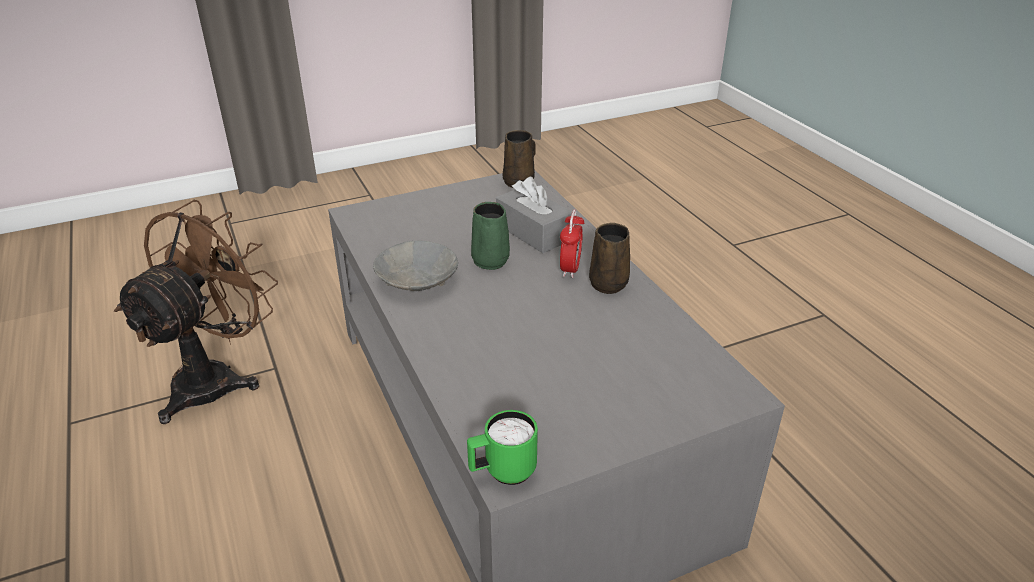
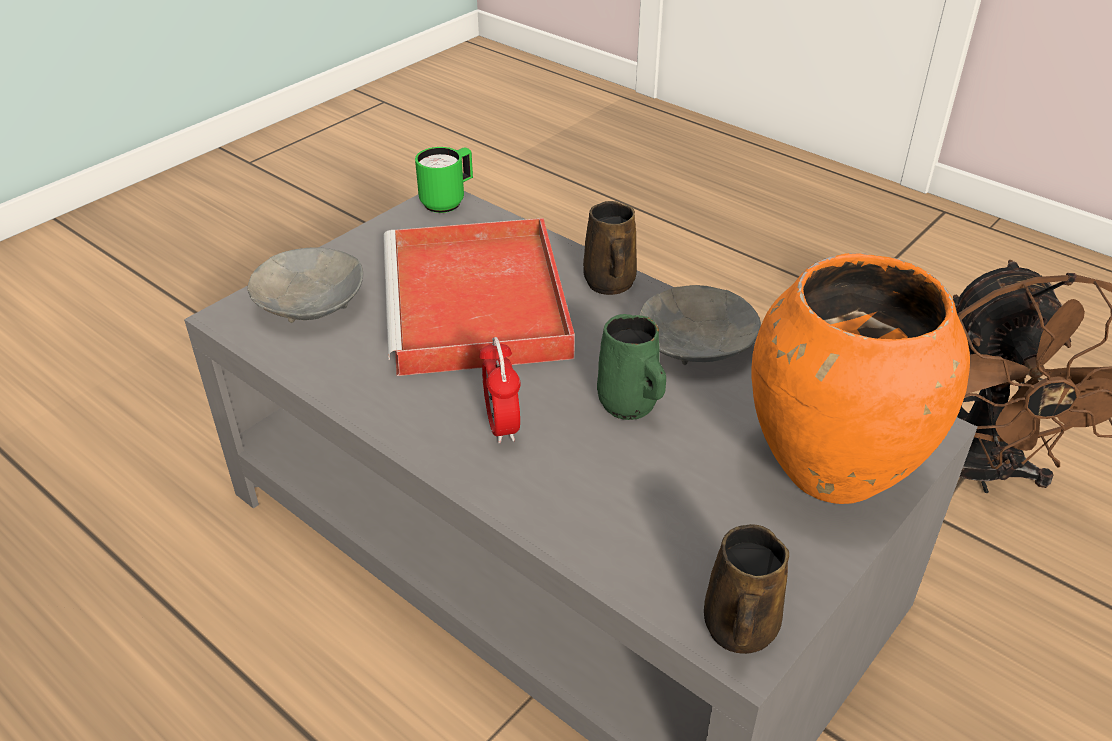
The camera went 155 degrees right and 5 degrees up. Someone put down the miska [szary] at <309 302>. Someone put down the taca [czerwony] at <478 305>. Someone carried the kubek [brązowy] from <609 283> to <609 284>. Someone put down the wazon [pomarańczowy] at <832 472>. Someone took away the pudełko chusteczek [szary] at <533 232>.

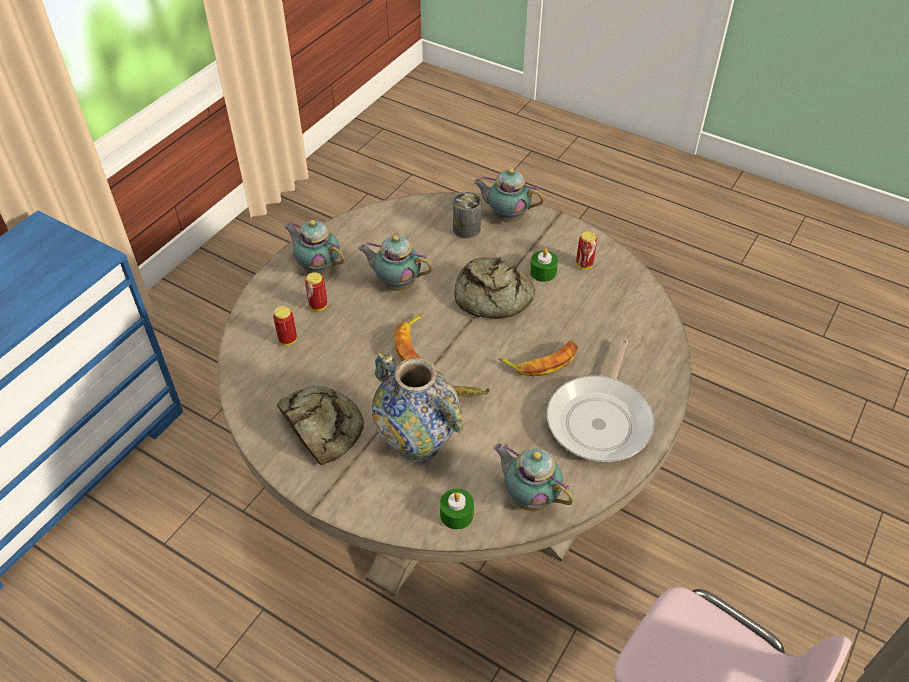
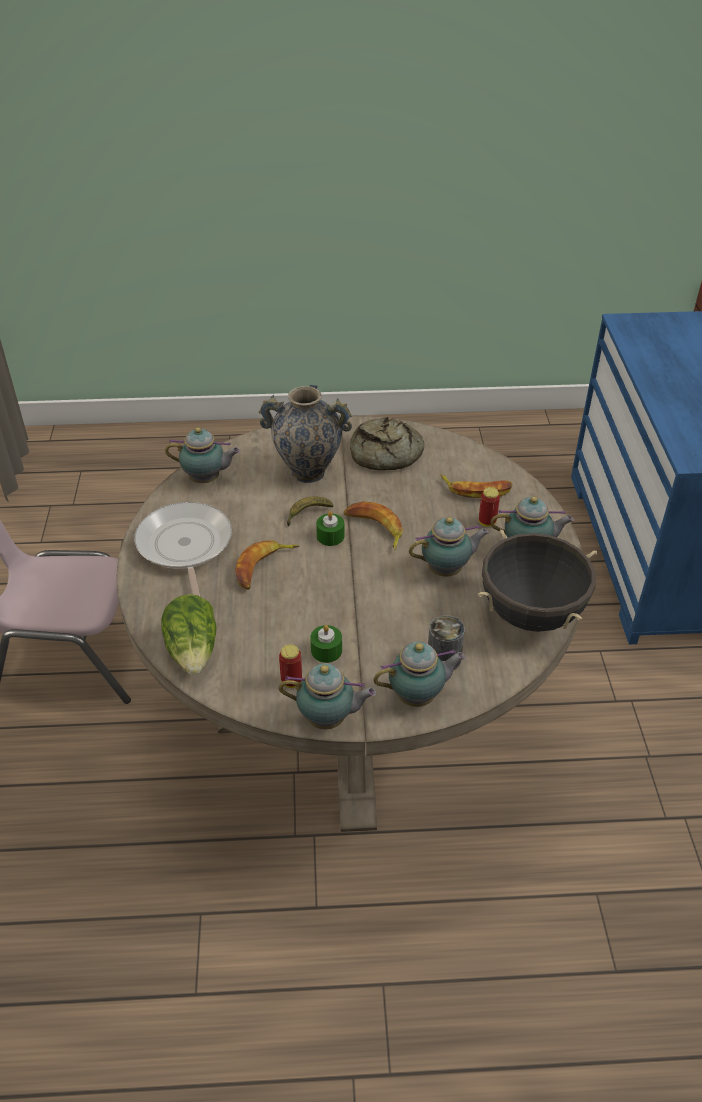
The camera went 145 degrees right and 5 degrees down. Someone put down the sałata at <193 650>. Someone put down the imbryk at <329 720>. Someone carried the świeca [zielony] from <456 514> to <330 536>. Someone swapped the puszka at <288 340> for the banan at <476 489>. Someone put down the garnek [czarny] at <531 613>. Someone took away the chleb at <491 297>.

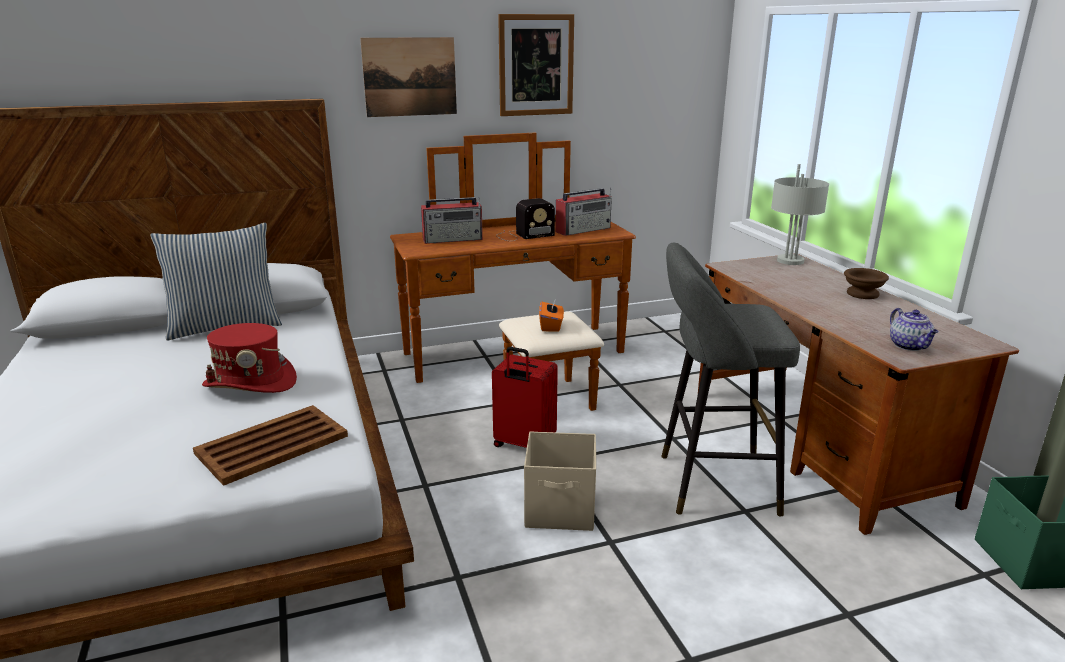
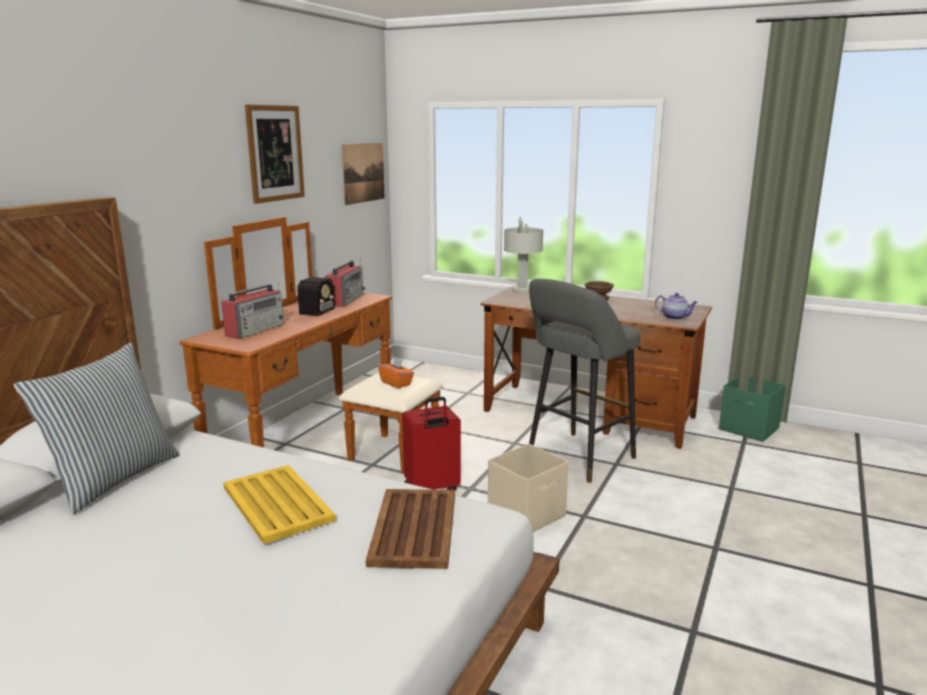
The camera went 45 degrees left and 5 degrees down. Someone swapped the kapelusz [czerwony] at <250 383> for the taca [żółty] at <277 503>. Someone carried the obraz from <410 77> to <363 173>.

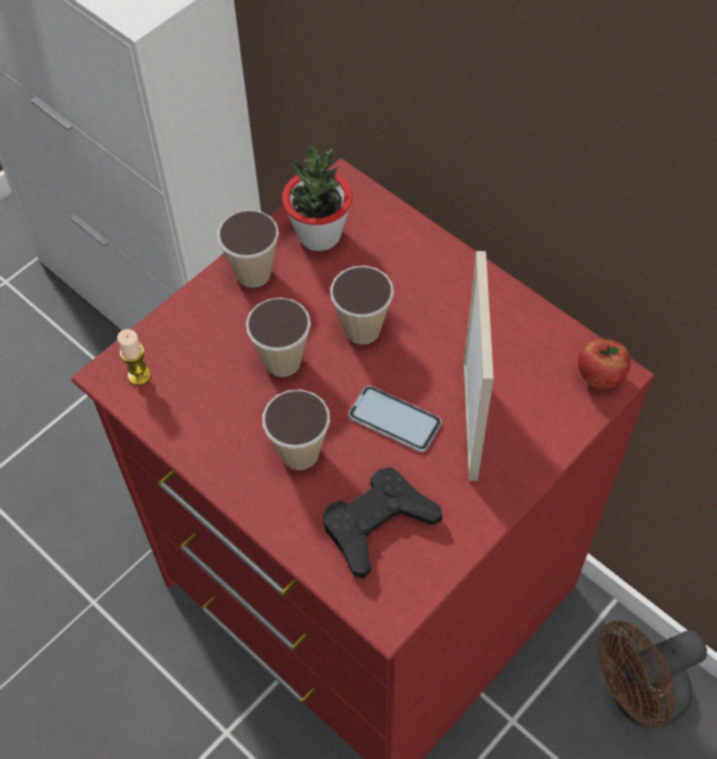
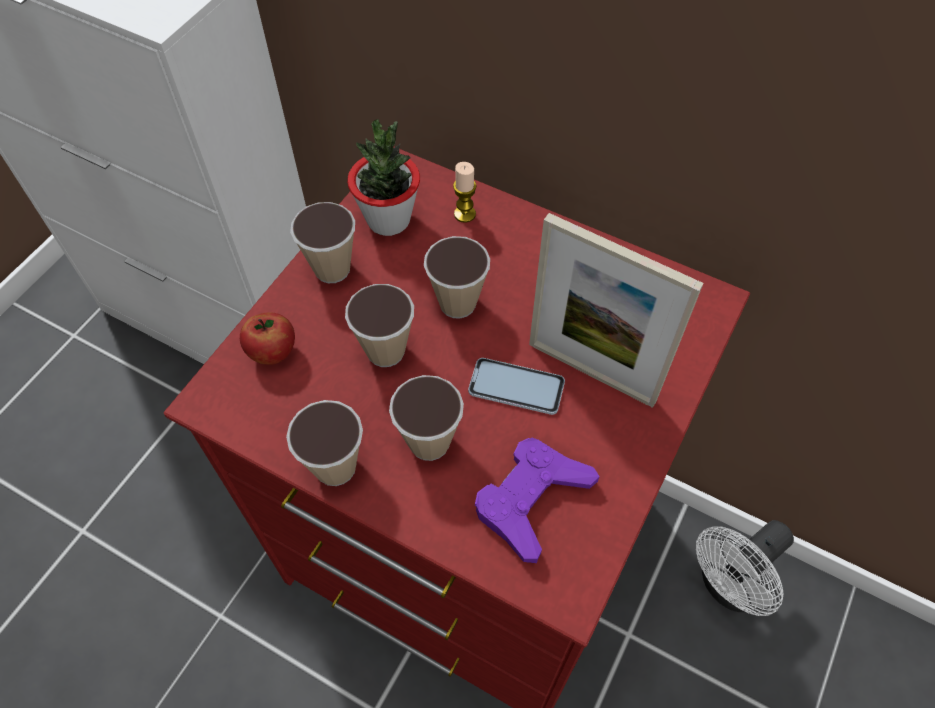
The camera went 15 degrees left and 0 degrees up. Someone carried the jabłko from <599 377> to <273 352>. Someone put down the filiżanka at <335 467>. Someone carried the świeca from <139 375> to <464 214>. Someone repainted the pad do gier [czarny] at <378 524>, which became the pad do gier [fioletowy] at <531 500>. Someone rotated the ramka na zdjęcie at <470 420> by 135 degrees clockwise. Someone repainted the wentylator [brązowy] at <637 696>, which became the wentylator [biały] at <728 586>.

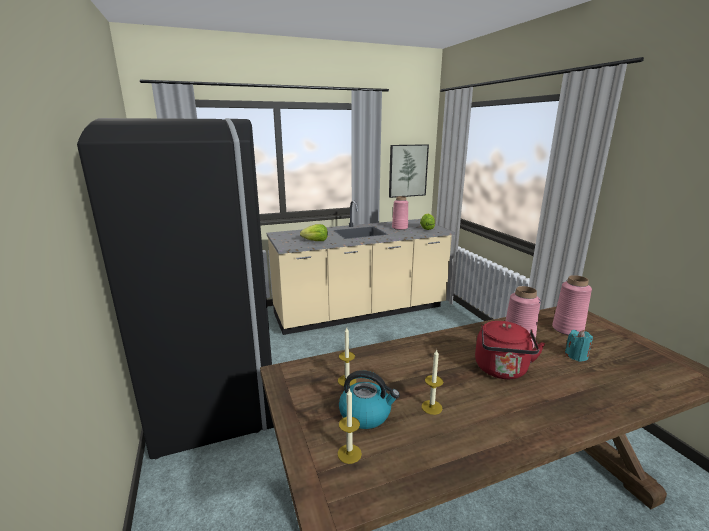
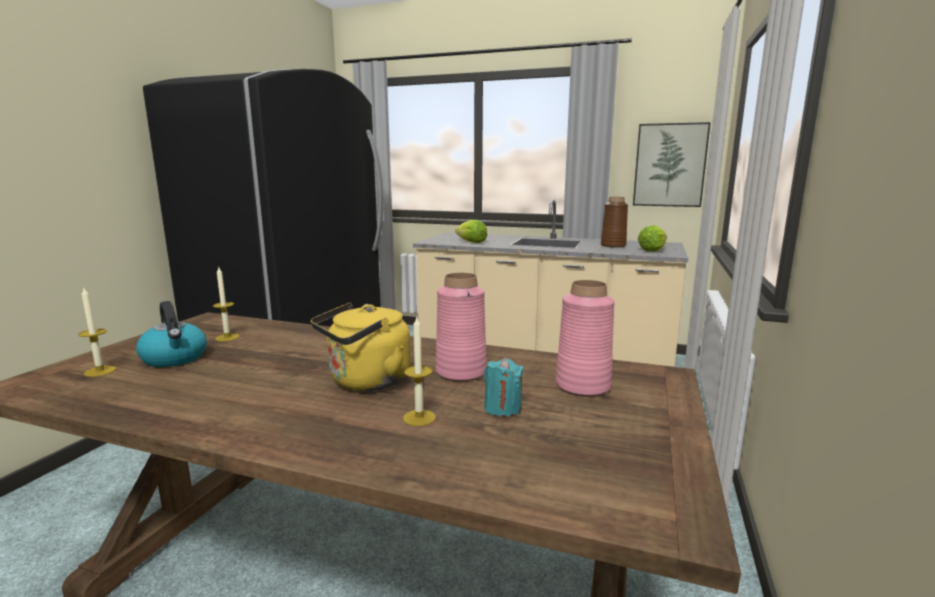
The camera went 40 degrees right and 5 degrees down. Someone repainted the czajnik [czerwony] at <502 370>, which became the czajnik [żółty] at <366 382>. Someone carried the świeca from <431 407> to <419 418>. Someone repainted the wazon [różowy] at <400 228>, which became the wazon [brązowy] at <613 245>.

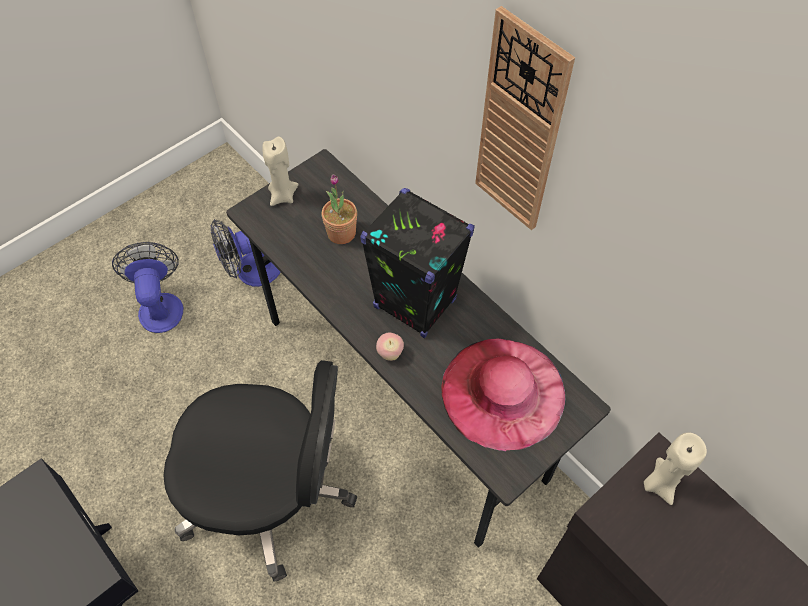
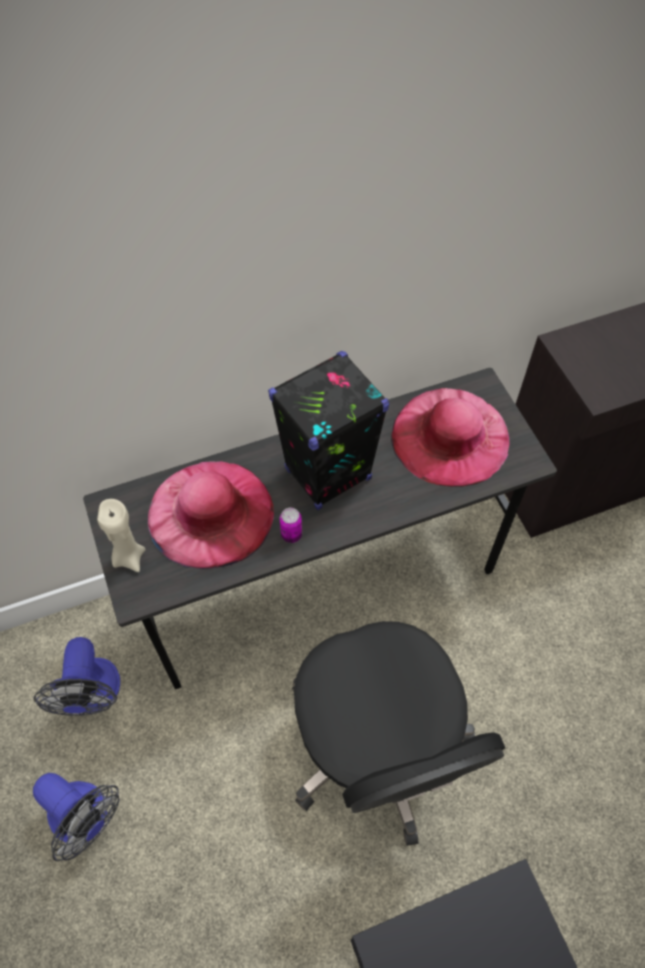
The camera went 70 degrees left and 0 degrees up. Someone rotated the wentylator at <160 305> by 150 degrees counterclockwise. Someone swapped the roślina doniczkowa at <341 233> for the kapelusz [różowy] at <210 513>. Someone put down the puszka at <291 535>. Someone rotated the krzesło biurowe [czarny] at <270 492> by 135 degrees clockwise. Someone took away the jabłko at <390 353>. Someone took away the zegar ścienny at <520 127>. Someone took away the świeca [beżowy] at <660 483>.

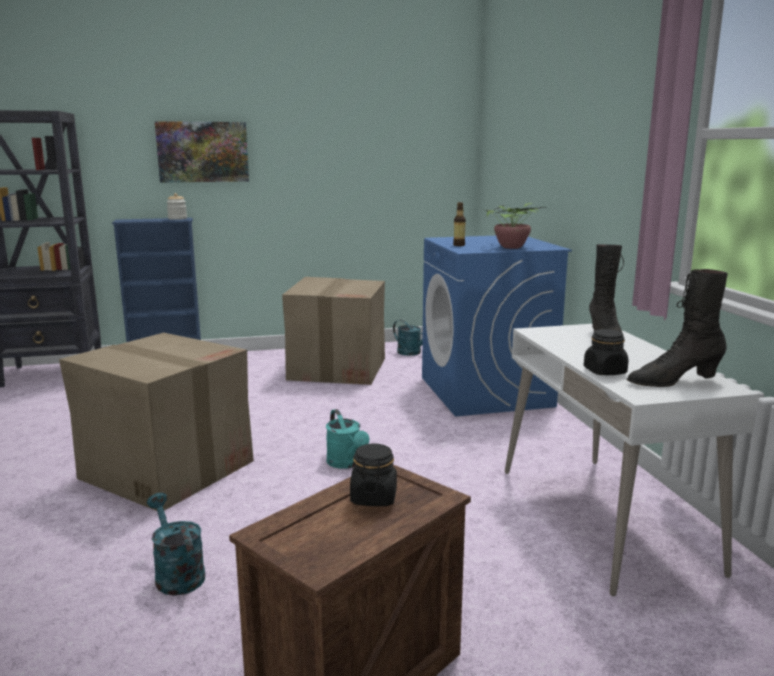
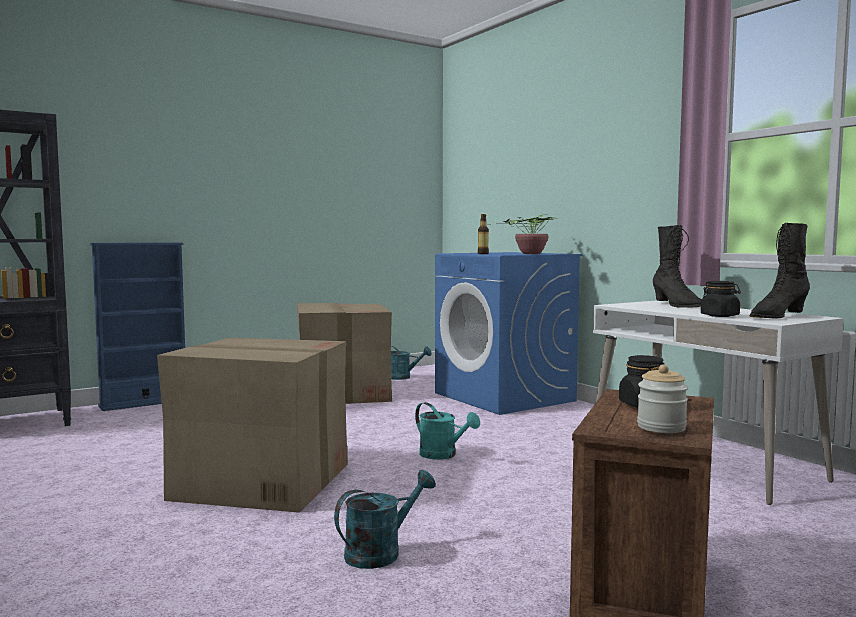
The camera went 20 degrees left and 10 degrees down. Someone rotated the konewka [turkusowy] at <176 574> by 105 degrees clockwise. Someone carried the słoik from <177 218> to <661 427>. Someone took away the obraz at <203 152>.

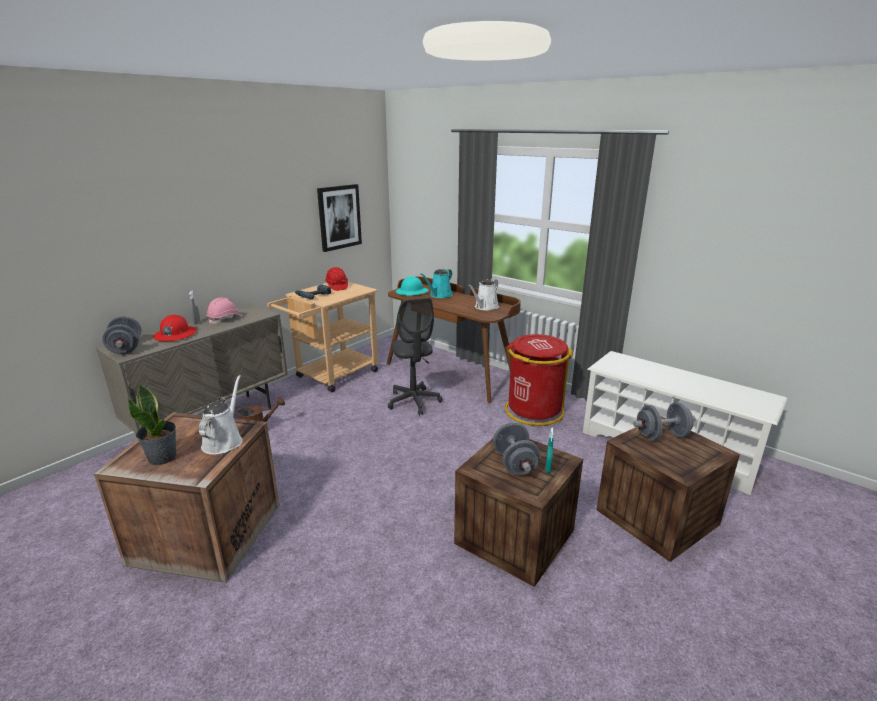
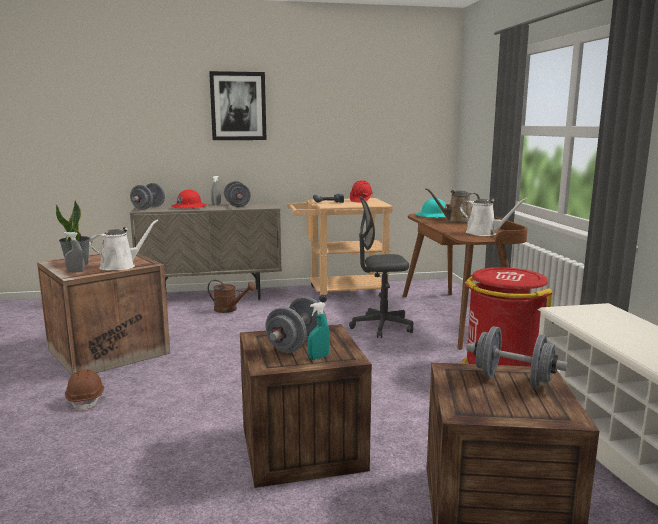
The camera went 40 degrees right and 10 degrees down. Someone put down the spryskiwacz [szary] at <75 272>. Someone put down the kask [brązowy] at <86 399>. Someone carried the obraz from <339 217> to <238 106>. Someone swapped the kask [różowy] at <225 319> for the hantel [szary] at <237 205>. Someone rotated the krzesło biurowe [szary] at <414 401> by 60 degrees clockwise. Someone repainted the konewka [turkusowy] at <439 295>, which became the konewka [brązowy] at <456 221>. Someone rotated the konewka [biały] at <485 307> by 135 degrees counterclockwise.

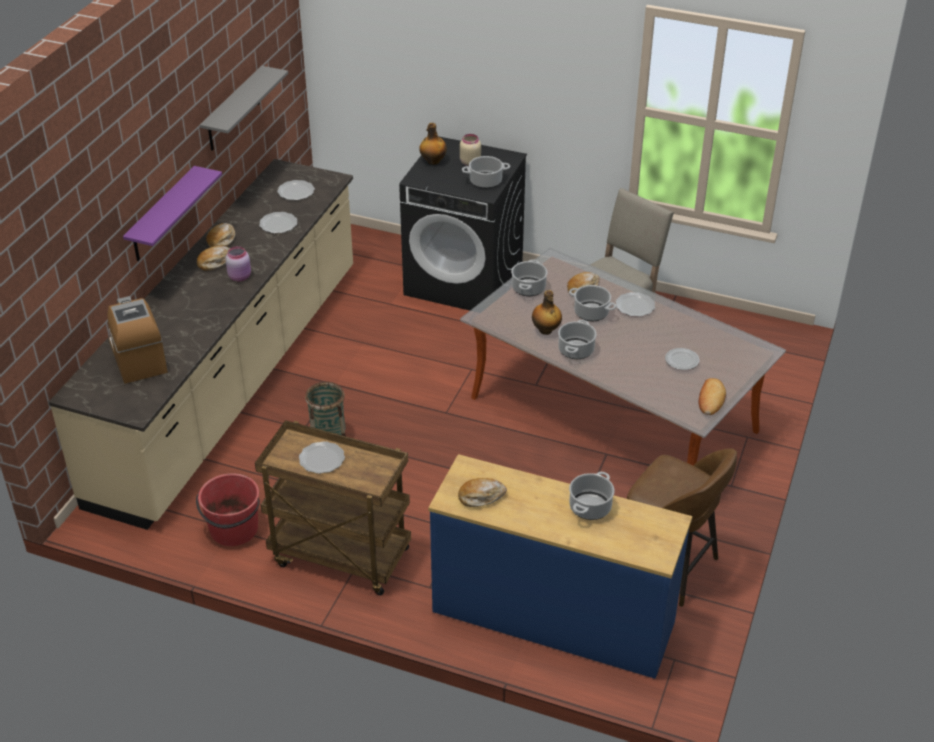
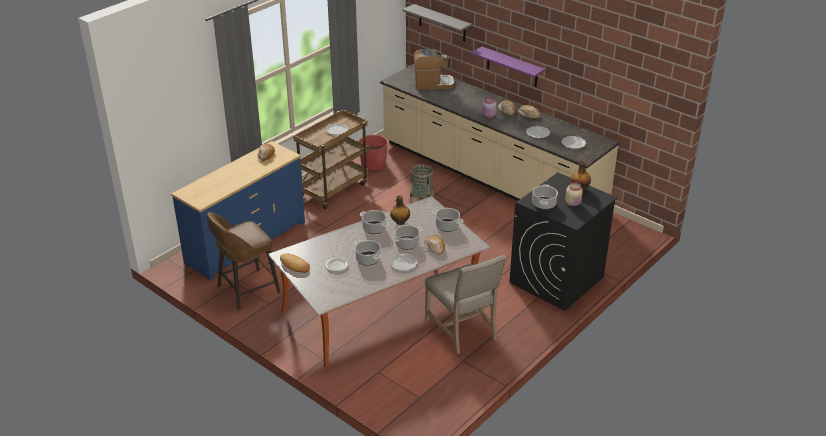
The camera went 110 degrees right and 5 degrees down. Someone carried the garnek from <590 507> to <368 259>. Someone carried the półka [szary] from <233 110> to <442 23>.

